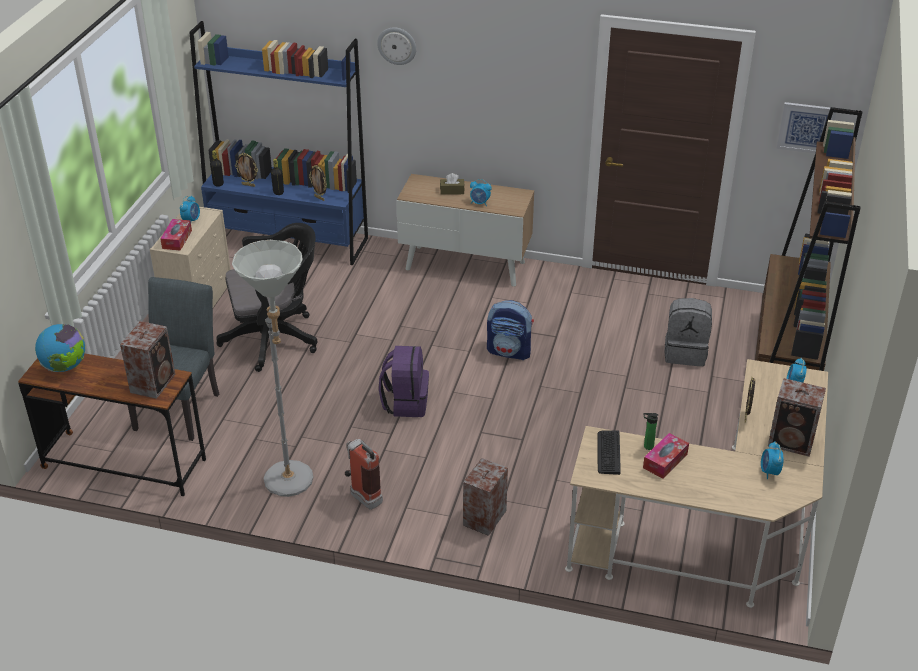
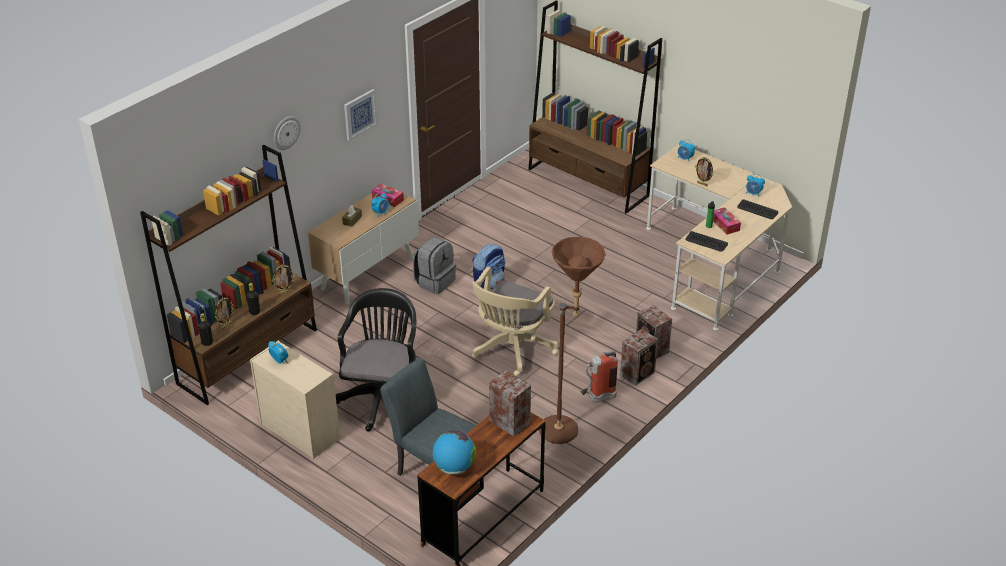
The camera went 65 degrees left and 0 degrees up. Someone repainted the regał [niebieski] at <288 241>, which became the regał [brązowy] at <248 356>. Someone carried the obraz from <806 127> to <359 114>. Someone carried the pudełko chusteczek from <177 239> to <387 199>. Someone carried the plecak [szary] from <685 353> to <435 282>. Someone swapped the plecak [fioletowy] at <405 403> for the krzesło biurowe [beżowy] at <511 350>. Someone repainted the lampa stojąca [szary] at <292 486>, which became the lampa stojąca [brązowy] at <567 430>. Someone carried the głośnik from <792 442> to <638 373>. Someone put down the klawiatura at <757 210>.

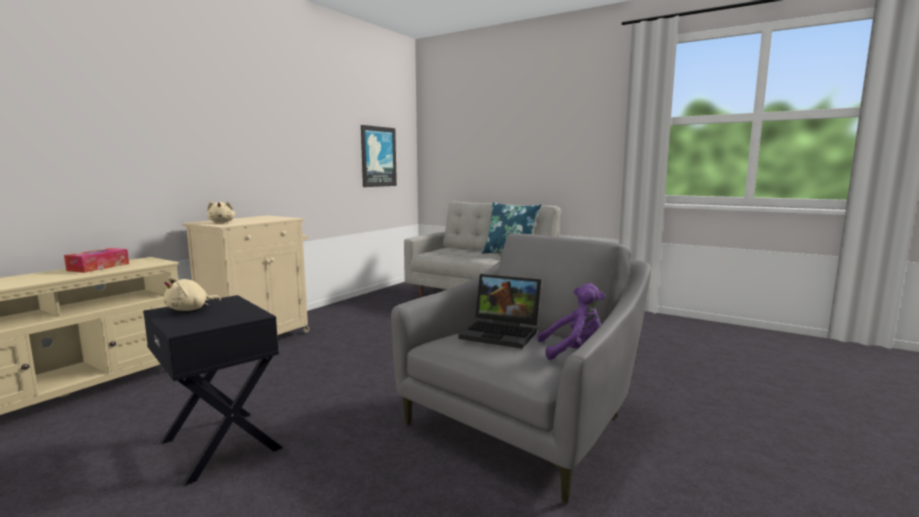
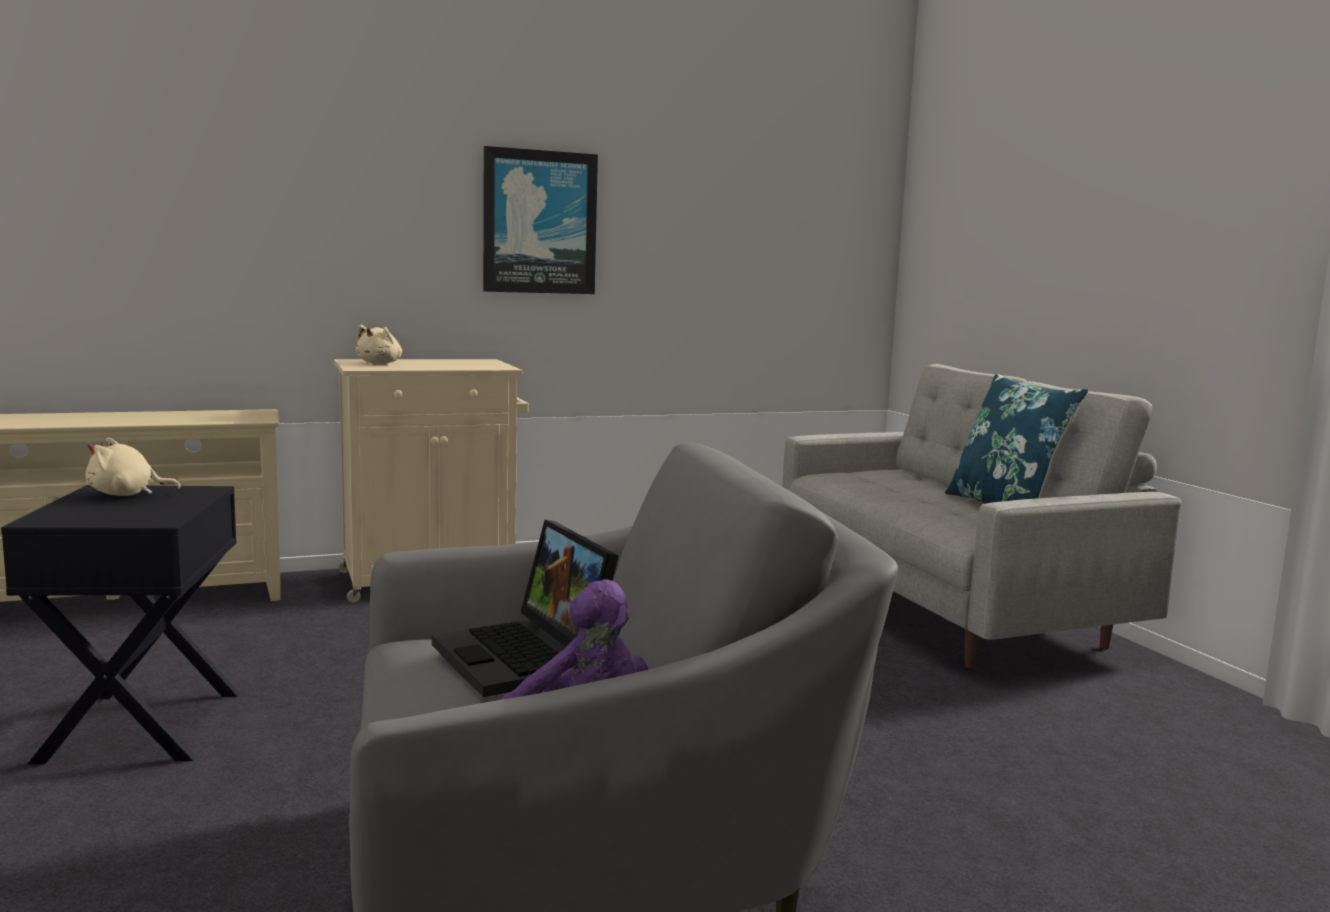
The camera went 35 degrees right and 0 degrees up. Someone carried the obraz from <378 156> to <539 222>. Someone took away the pudełko chusteczek at <98 267>.

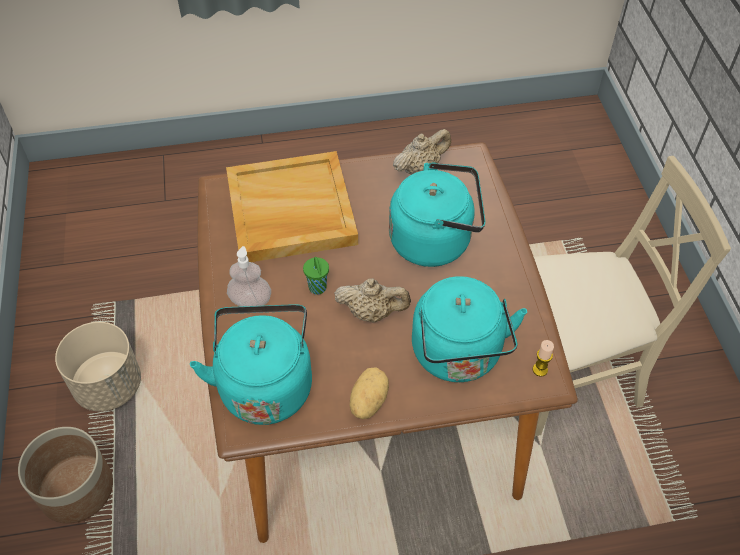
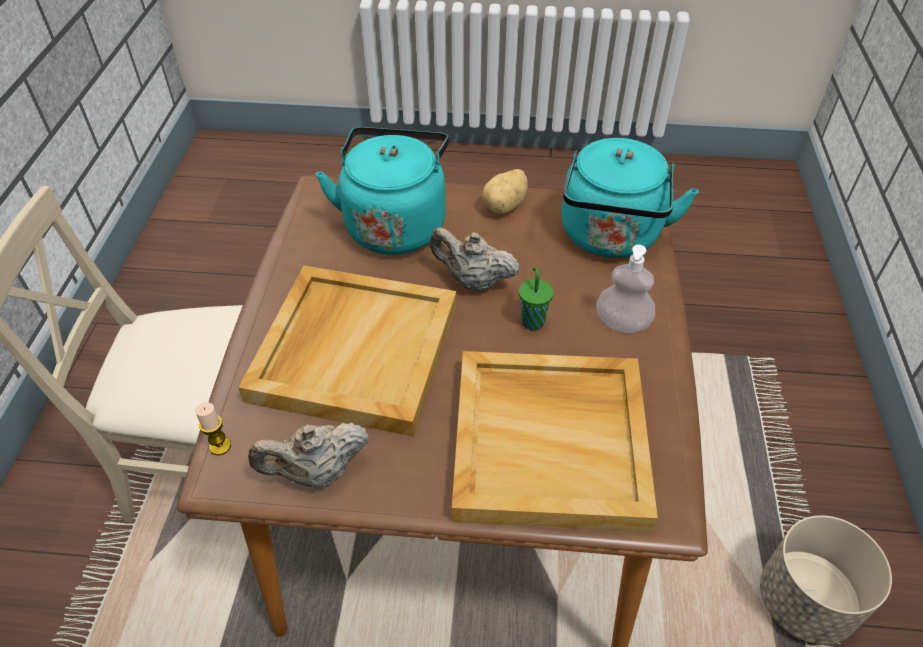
The camera went 165 degrees left and 5 degrees down. Someone carried the świeca from <540 369> to <220 446>. Someone swapped the czajnik [turkusowy] at <435 240> for the taca [beżowy] at <354 350>. Someone took away the donica at <77 489>.

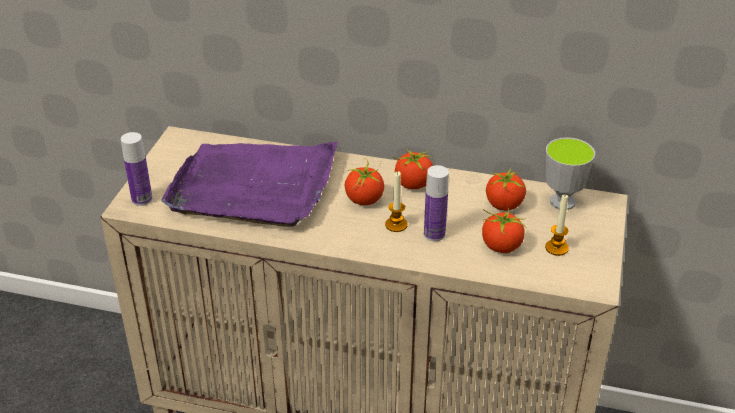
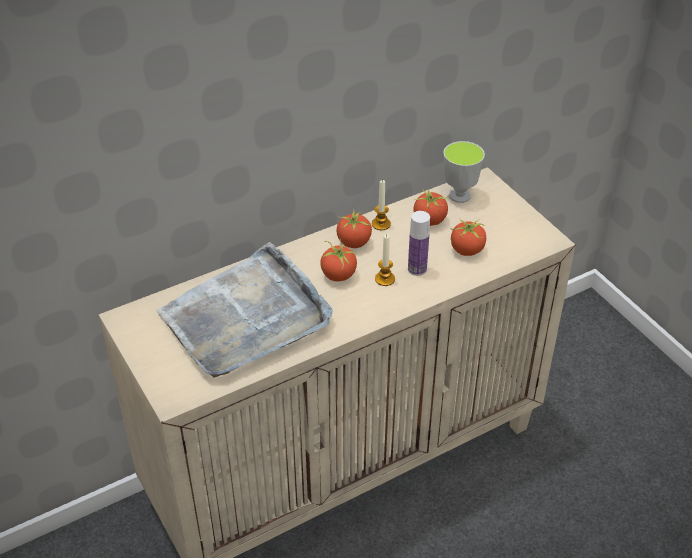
The camera went 45 degrees left and 5 degrees up. Someone repainted the taca [fioletowy] at <254 186>, which became the taca [szary] at <246 317>. Someone carried the świeca from <556 248> to <381 224>. Someone took away the butelka at <142 199>.

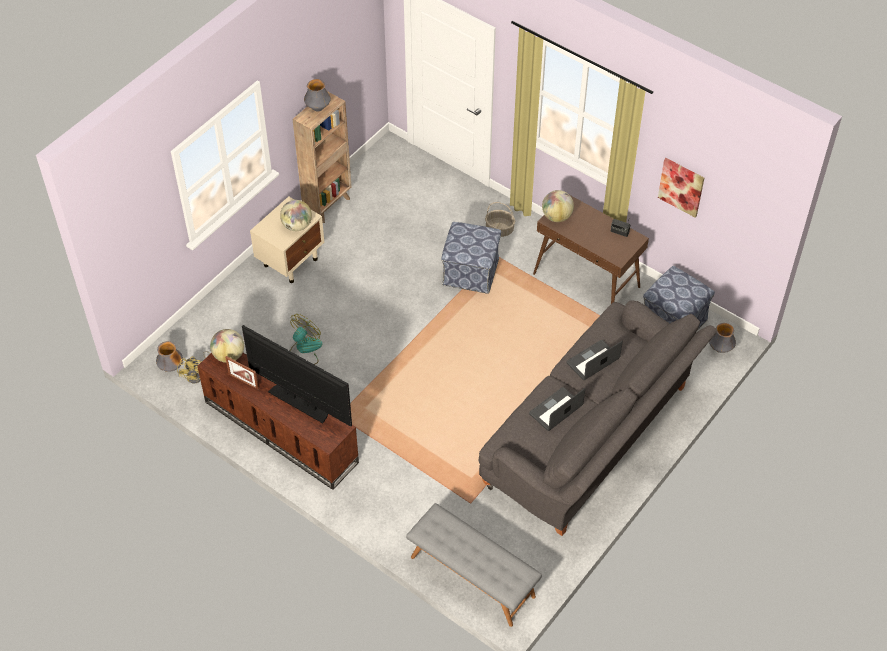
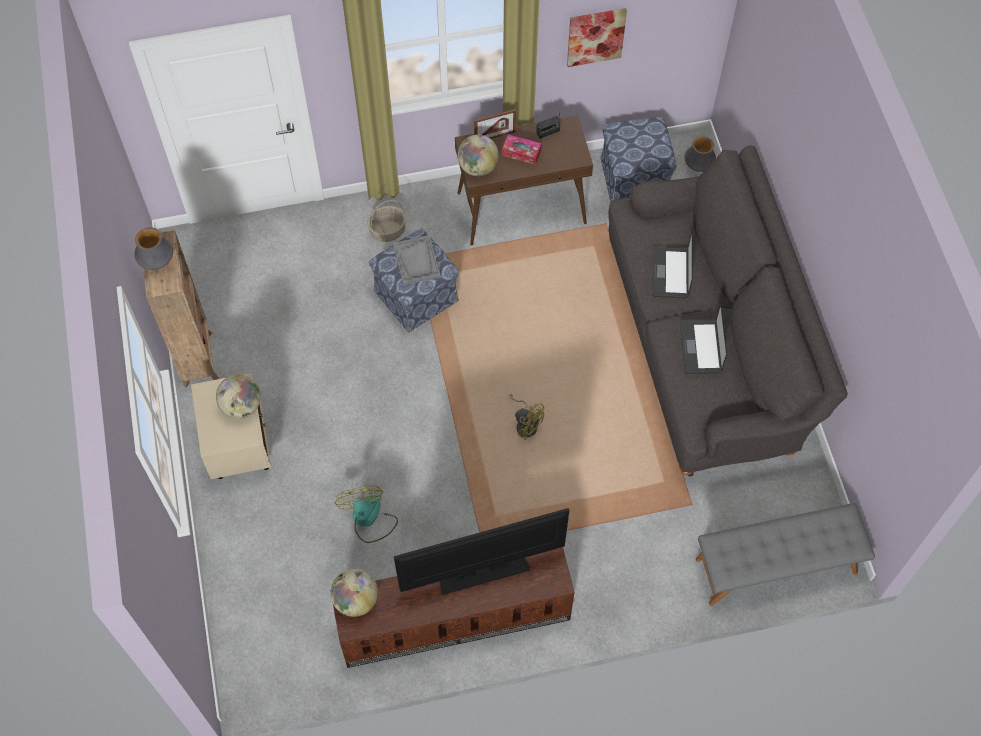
The camera went 50 degrees left and 10 degrees up. Someone put down the taca [szary] at <416 261>. Someone carried the ramka na zdjęcie from <243 381> to <495 136>. Someone put down the pudełko chusteczek at <521 153>. Someone carried the wentylator [żółty] from <198 375> to <526 423>. Someone took away the wazon at <171 367>.

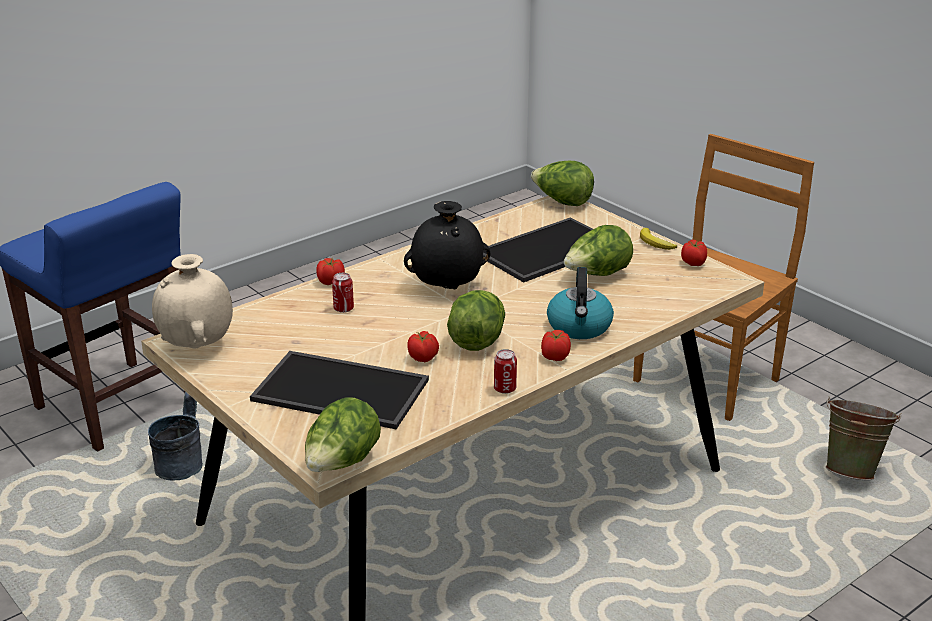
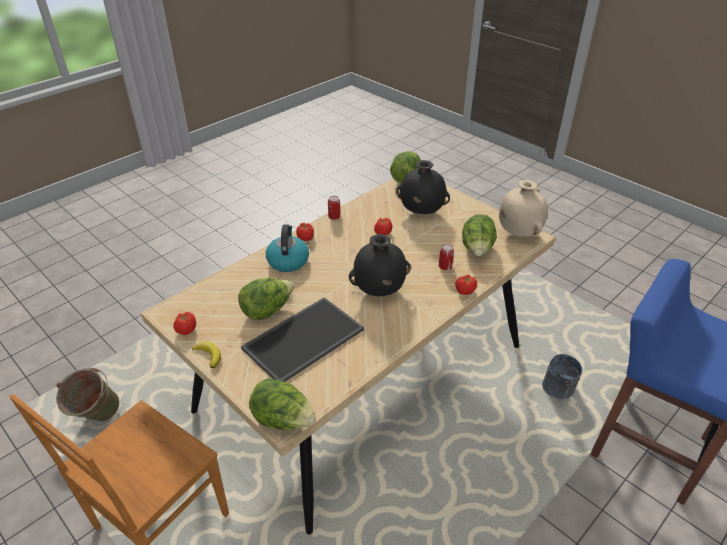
The camera went 175 degrees right and 10 degrees up. Someone swapped the taca at <343 389> for the wazon [czarny] at <421 212>. Someone carried the sałata from <477 340> to <477 250>.

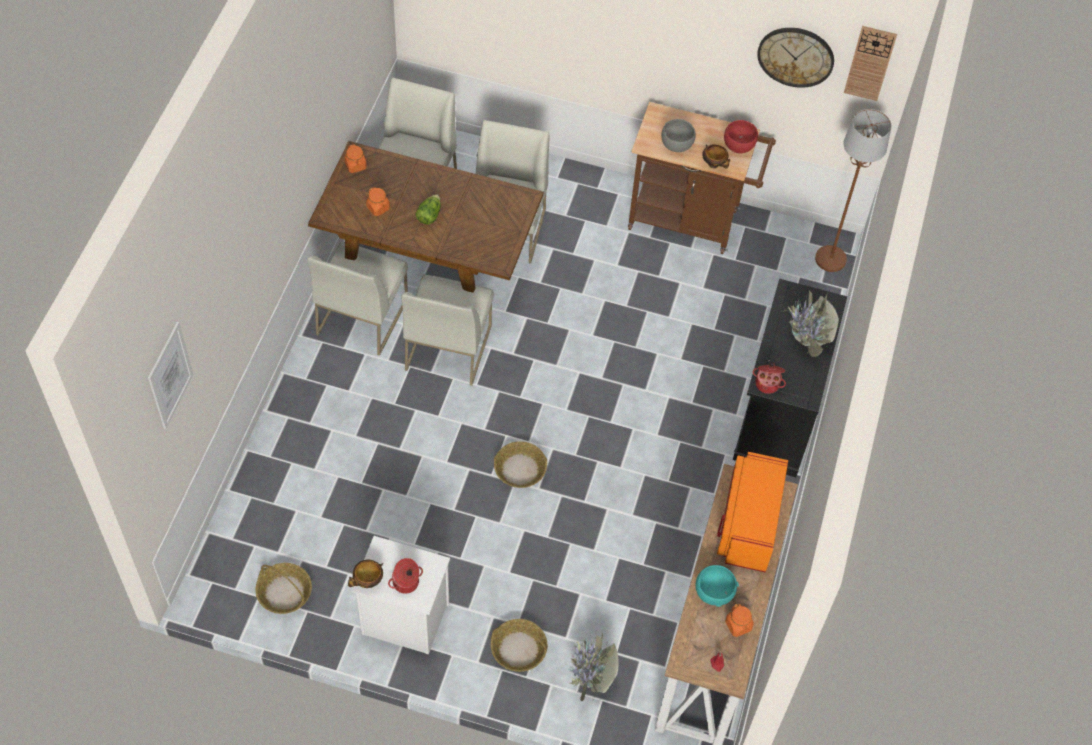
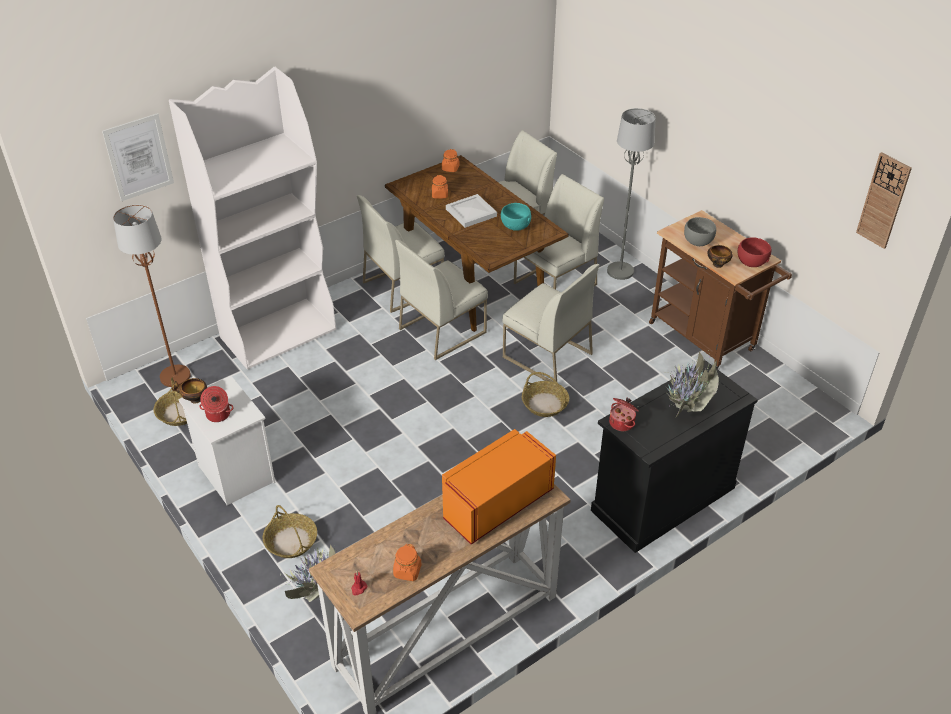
The camera went 40 degrees right and 15 degrees down. Someone carried the lampa stojąca [brązowy] from <830 259> to <175 376>. Someone put down the regał [biały] at <279 333>. Someone swapped the sałata at <429 215> for the taca [biały] at <470 212>. Someone carried the miska [turkusowy] from <713 592> to <515 226>. Someone put down the krzesło [biały] at <546 355>. Someone carried the koszyk from <519 470> to <544 404>. Someone put down the lampa stojąca [szary] at <620 271>. Someone took away the zegar ścienny at <796 56>.

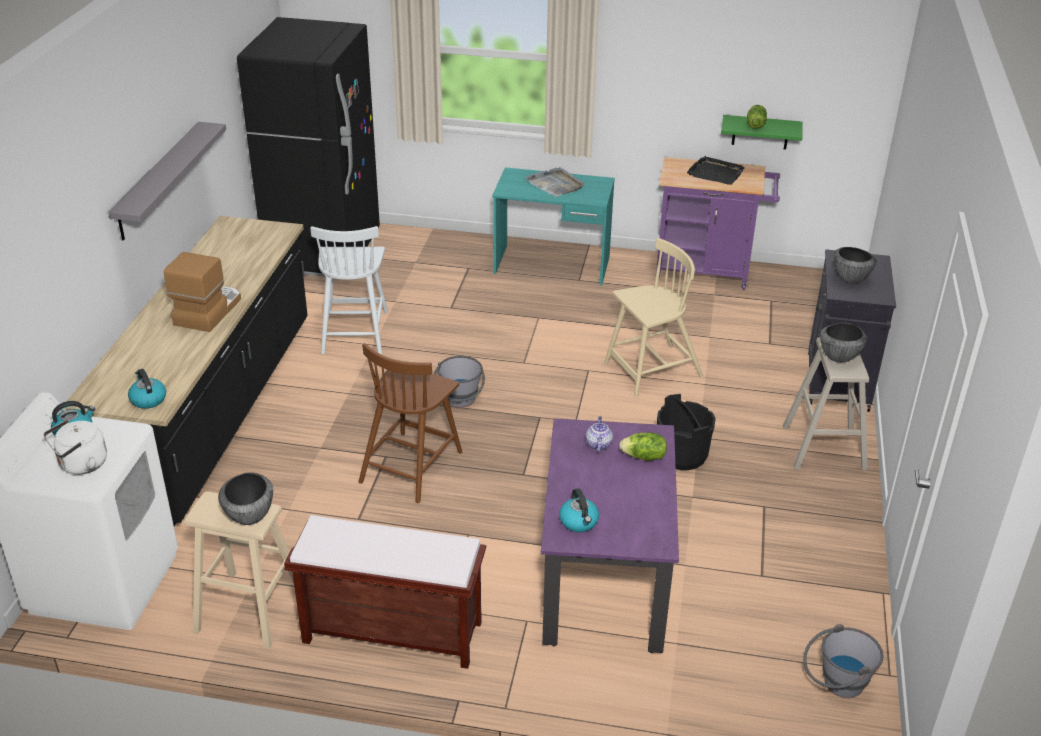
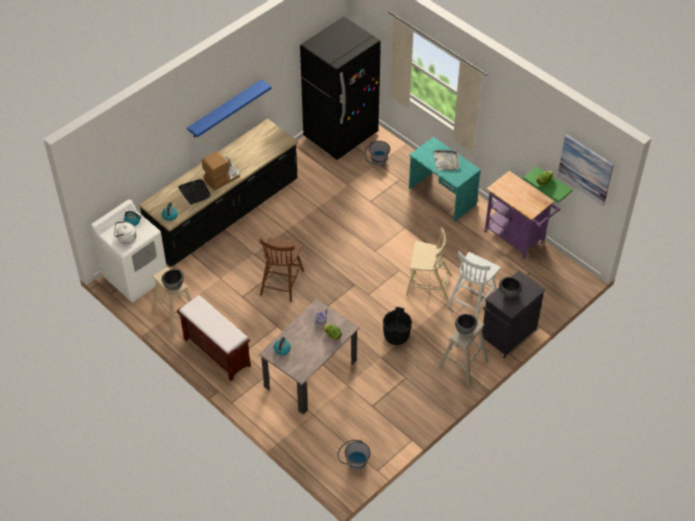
The camera went 35 degrees right and 15 degrees up. Someone carried the taca [czarny] from <715 173> to <195 192>. Someone repainted the półka [szary] at <159 180>, which became the półka [niebieski] at <225 109>. Someone rotated the krzesło [brązowy] at <411 465> by 45 degrees counterclockwise. Someone repainted the stół jadalny [fioletowy] at <604 579>, which became the stół jadalny [beżowy] at <310 374>. Someone carried the wiadro [szary] from <459 403> to <377 162>. Someone carried the krzesło [biały] from <354 331> to <472 298>. Someone put up the obraz at <585 169>.

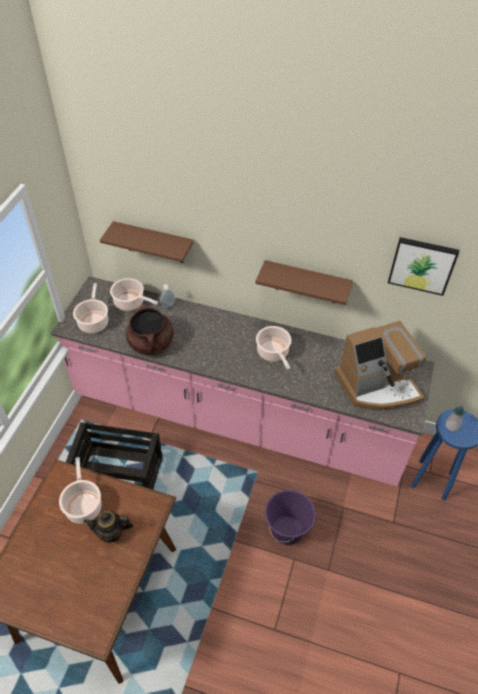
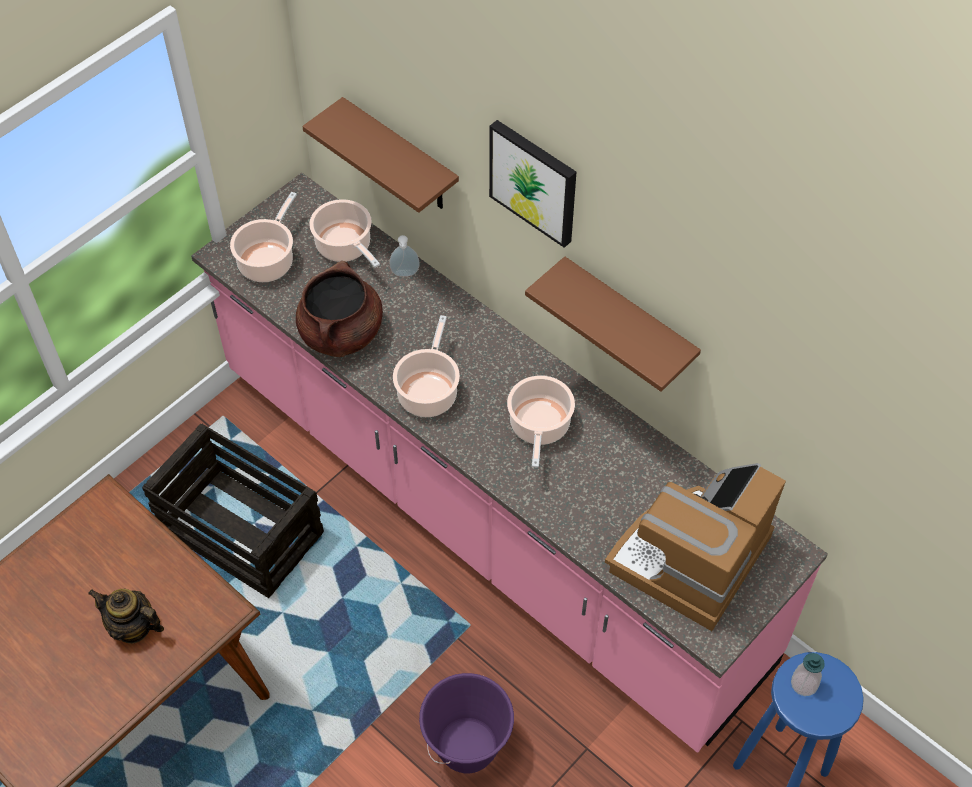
The camera went 25 degrees right and 5 degrees up. Someone carried the garnek from <83 505> to <428 392>. Someone carried the obraz from <422 265> to <534 181>. Someone rotated the ekspres do kawy at <377 386> by 120 degrees clockwise.

